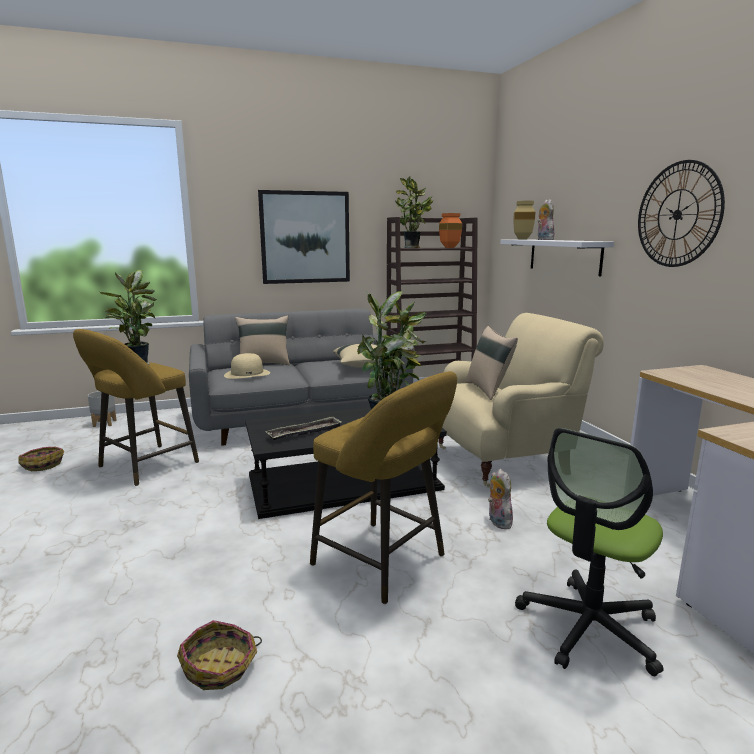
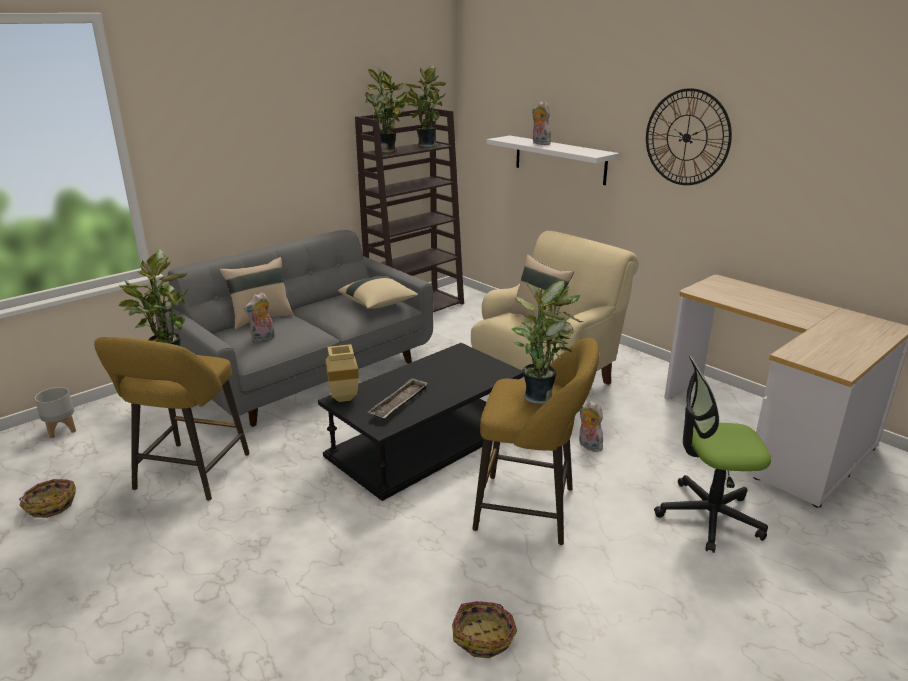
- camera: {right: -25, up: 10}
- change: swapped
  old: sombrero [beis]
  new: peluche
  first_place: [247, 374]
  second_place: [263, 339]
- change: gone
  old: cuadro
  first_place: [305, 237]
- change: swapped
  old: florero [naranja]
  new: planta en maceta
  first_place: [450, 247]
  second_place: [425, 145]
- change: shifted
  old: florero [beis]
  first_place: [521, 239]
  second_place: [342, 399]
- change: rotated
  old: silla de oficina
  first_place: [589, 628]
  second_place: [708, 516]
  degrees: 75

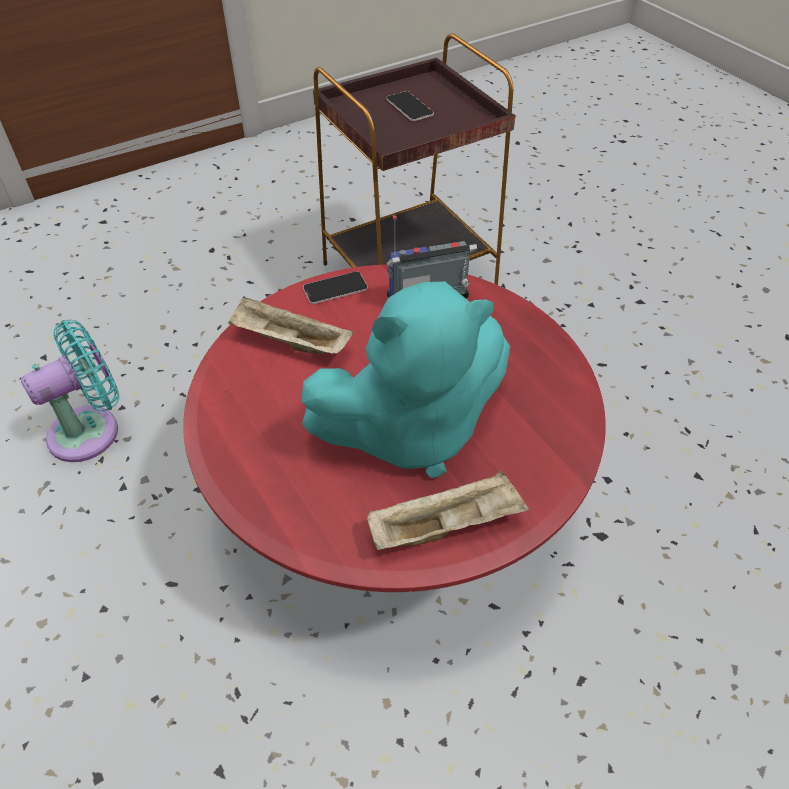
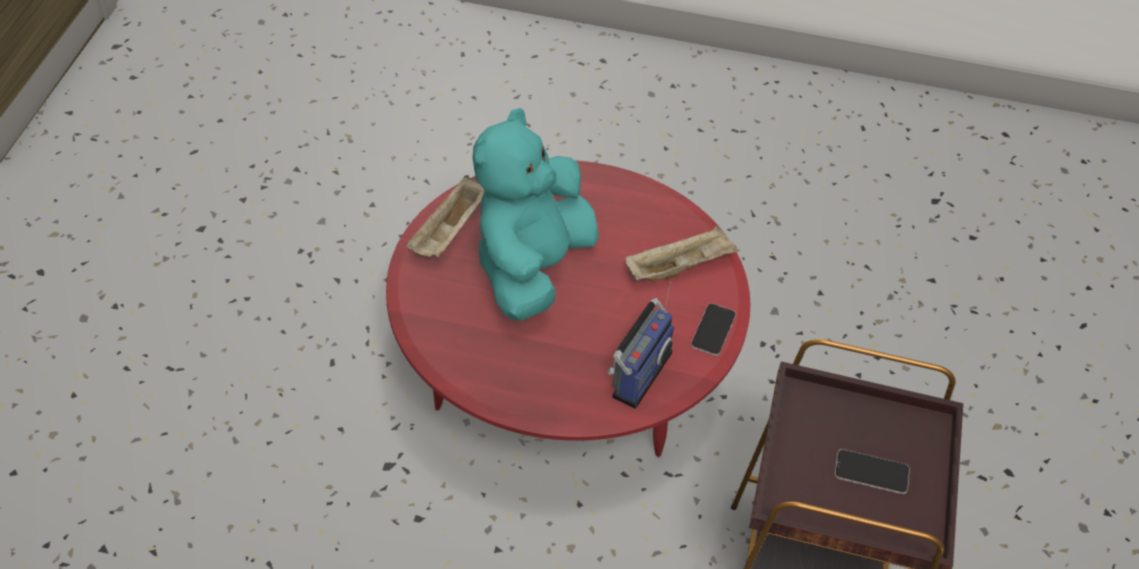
- camera: {right: 130, up: 0}
- change: gone
  old: ventilador [turquesa]
  first_place: [91, 430]

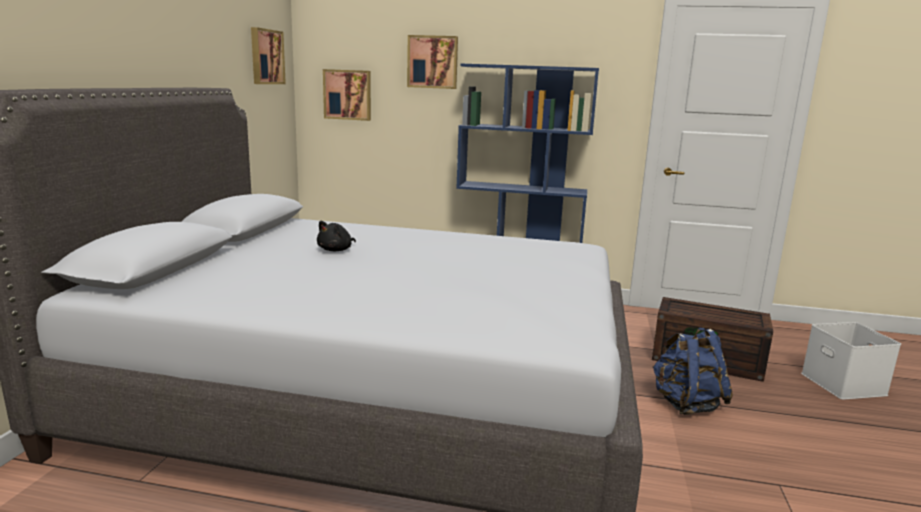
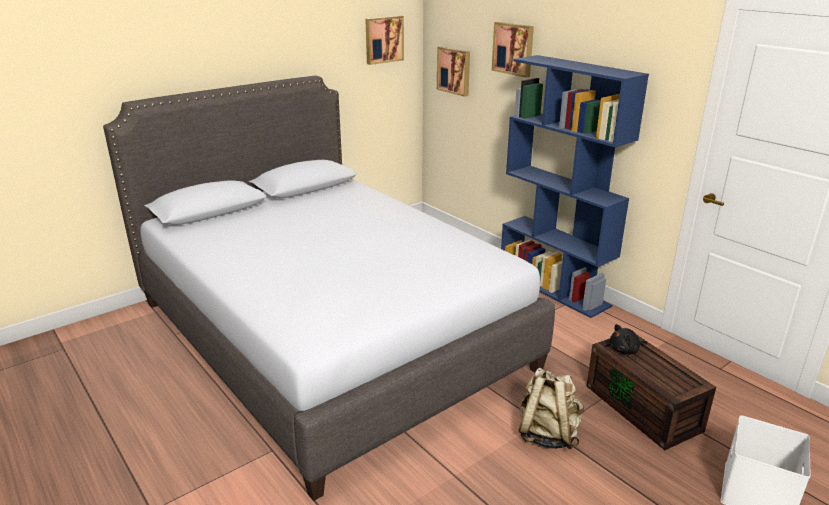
- camera: {right: 40, up: 10}
- change: shifted
  old: peluche [negro]
  first_place: [336, 250]
  second_place: [625, 350]
- change: repainted
  old: mochila [azul]
  new: mochila [beis]
  first_place: [686, 404]
  second_place: [547, 434]

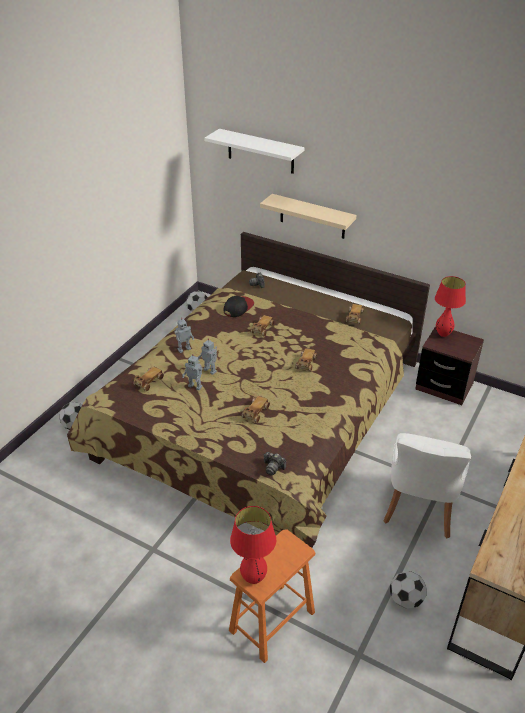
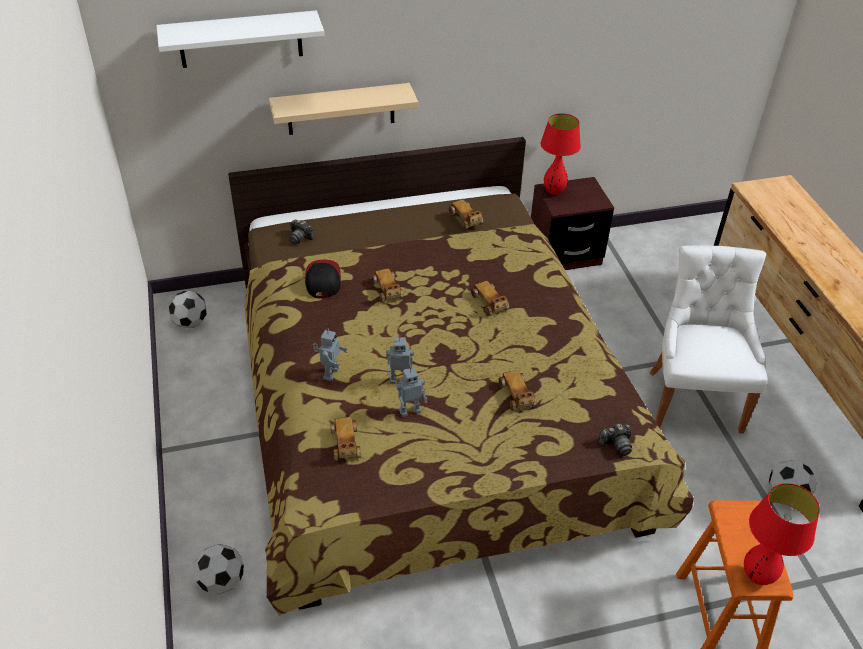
- camera: {right: -45, up: 5}
- change: rotated
  old: silla [blanco]
  first_place: [419, 510]
  second_place: [693, 398]
  degrees: -150

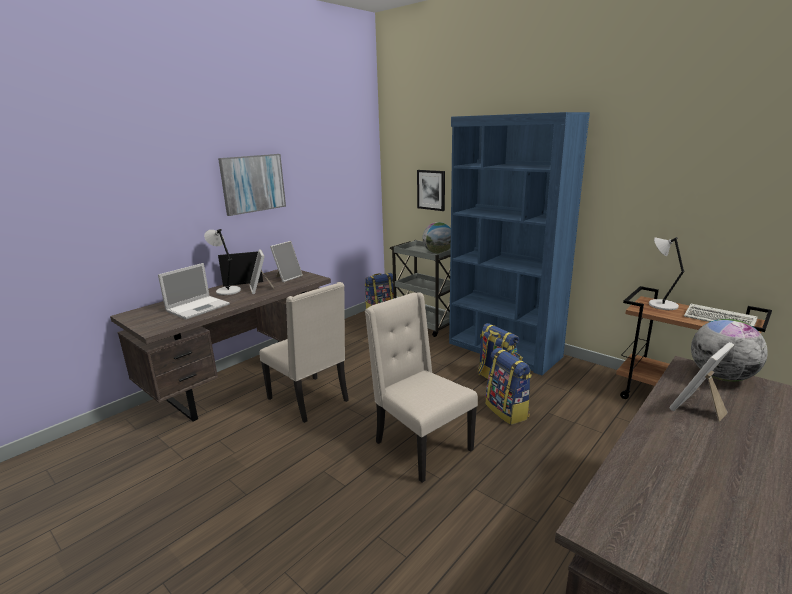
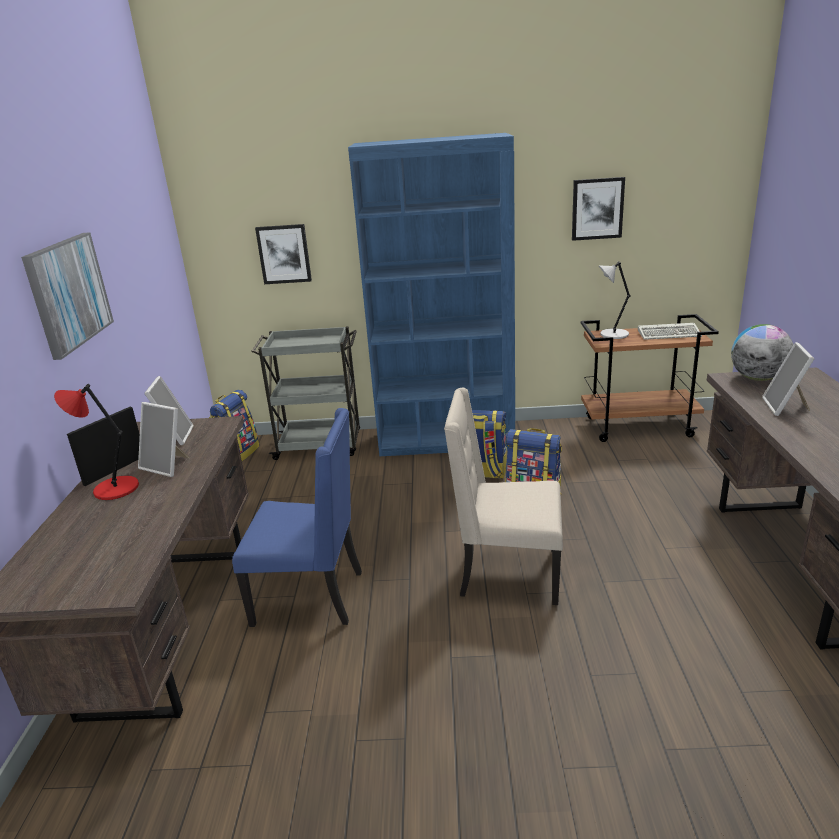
- camera: {right: -40, up: 5}
- change: gone
  old: portátil
  first_place: [199, 307]
- change: repainted
  old: lámpara de mesa [gris]
  new: lámpara de mesa [rojo]
  first_place: [227, 291]
  second_place: [113, 489]
- change: repainted
  old: silla [beis]
  new: silla [azul]
  first_place: [310, 400]
  second_place: [312, 597]
- change: gone
  old: globo terráqueo
  first_place: [438, 252]
- change: new
  new: cuadro
  second_place: [597, 208]

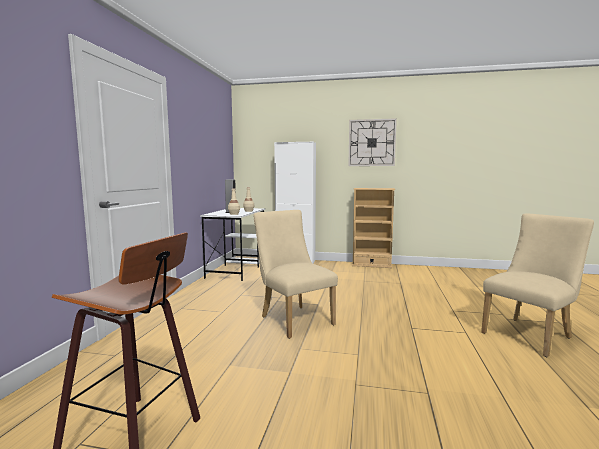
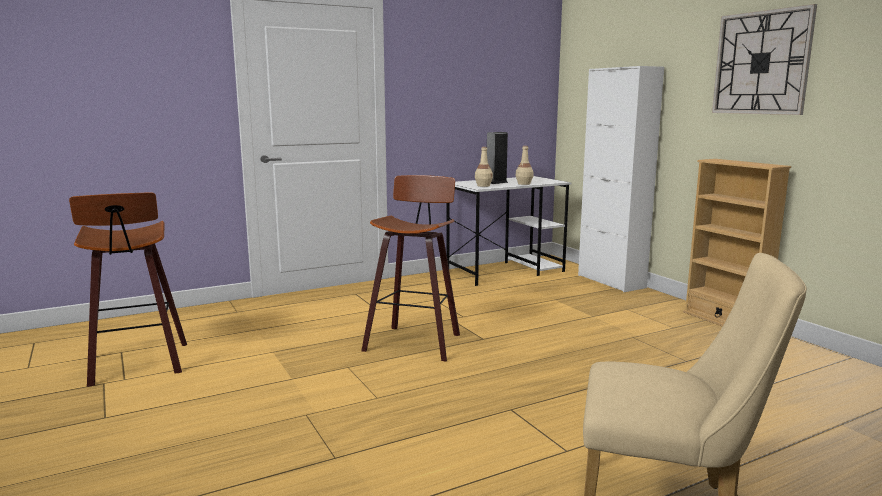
- camera: {right: 50, up: 5}
- change: swapped
  old: silla [beis]
  new: taburete
  first_place: [293, 319]
  second_place: [415, 341]

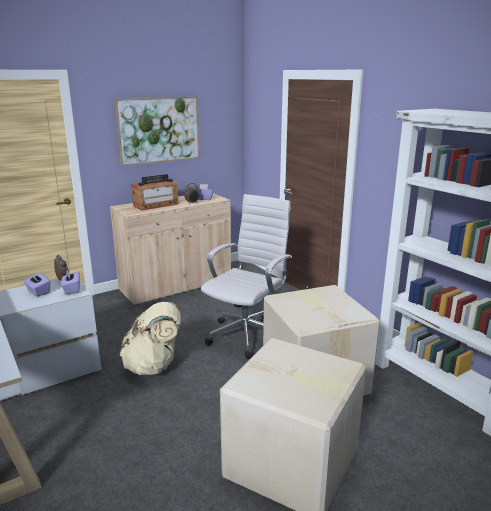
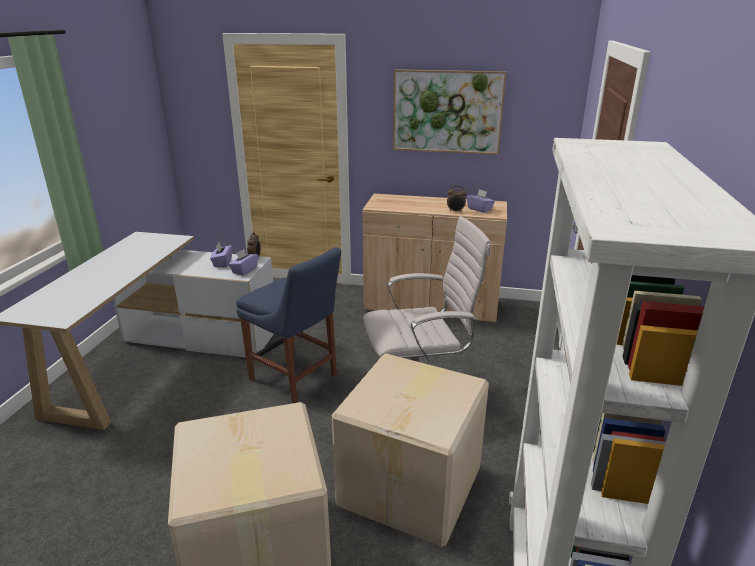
- camera: {right: 45, up: 5}
- change: swapped
  old: mochila [beis]
  new: silla [azul]
  first_place: [154, 366]
  second_place: [296, 379]
- change: gone
  old: radio
  first_place: [156, 205]

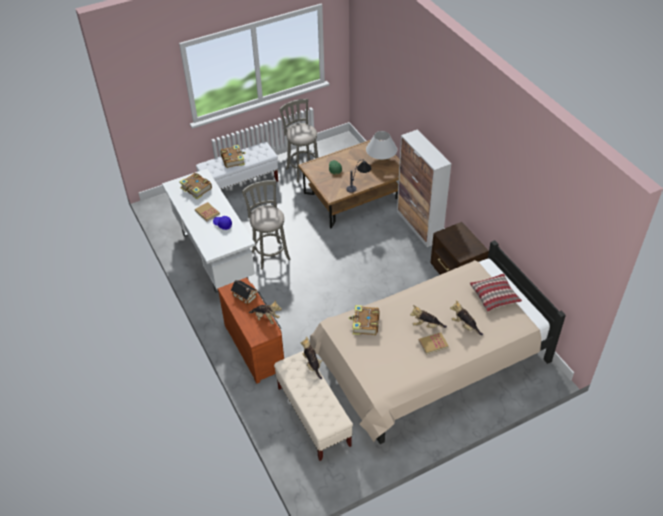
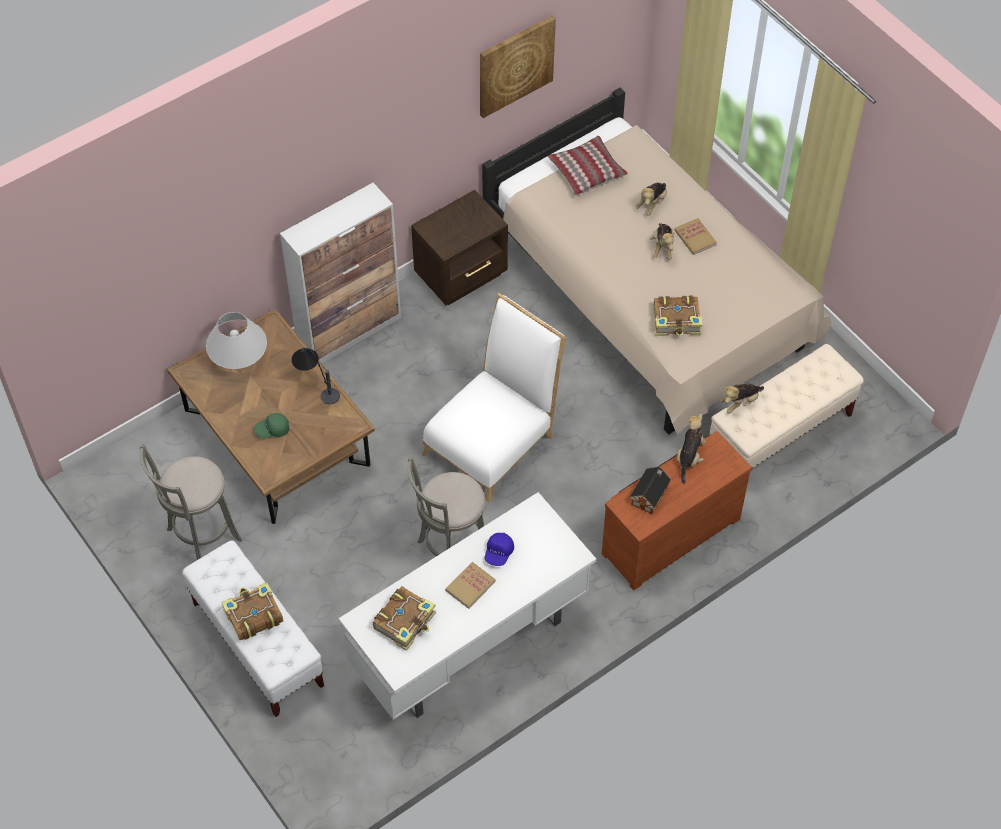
- camera: {right: -100, up: 10}
- change: new
  new: silla [blanco]
  second_place: [494, 439]
- change: new
  new: cuadro
  second_place: [515, 65]

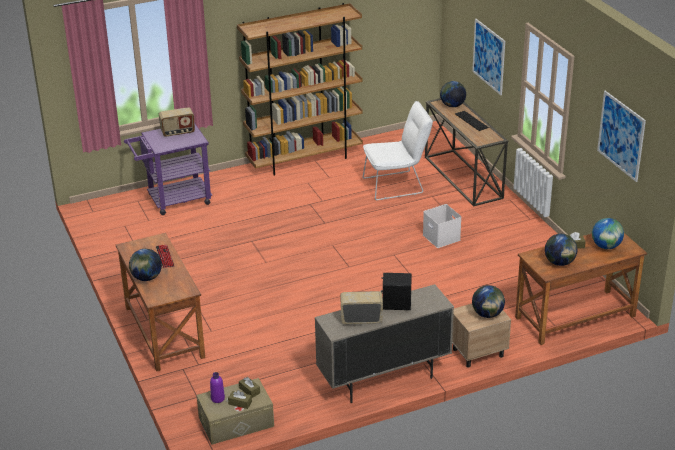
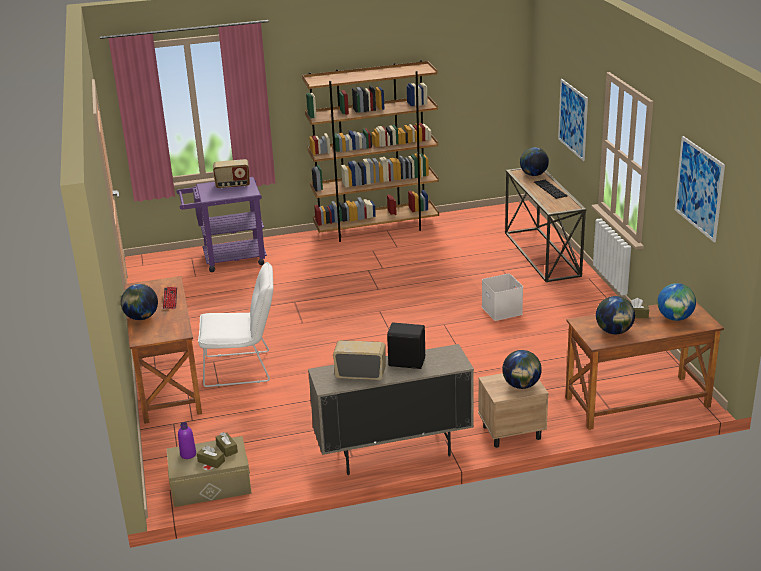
- camera: {right: 10, up: -5}
- change: shifted
  old: silla [blanco]
  first_place: [397, 185]
  second_place: [243, 368]

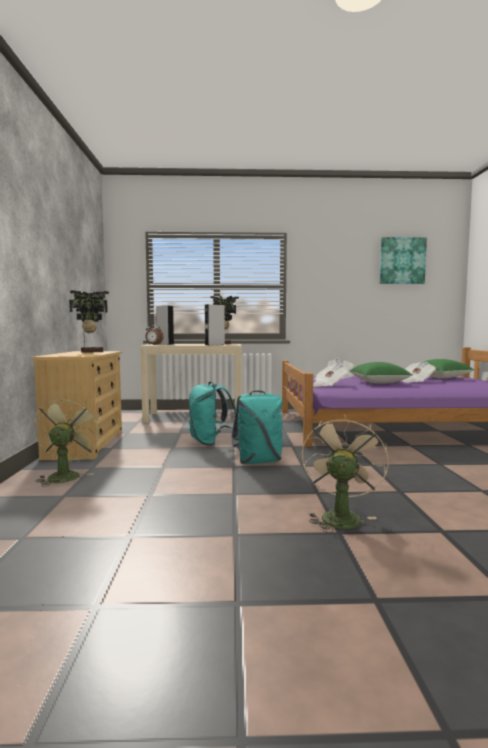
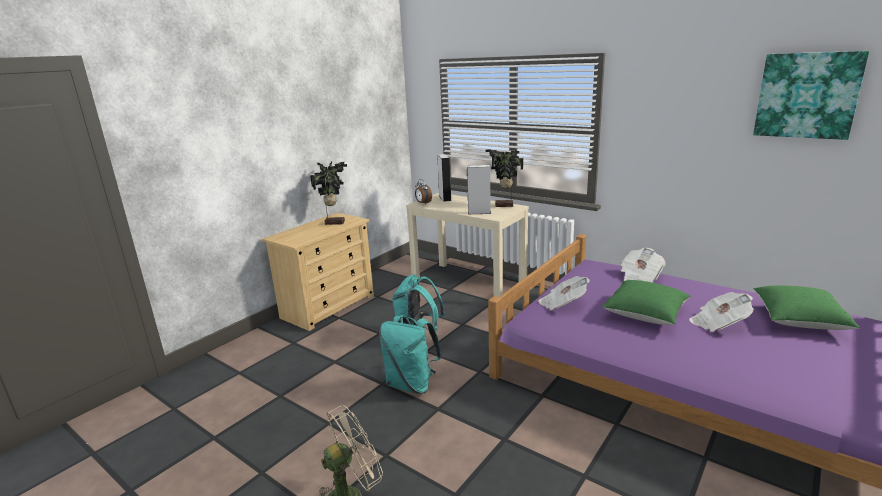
- camera: {right: 40, up: 15}
- change: gone
  old: ventilador [verde]
  first_place: [65, 475]

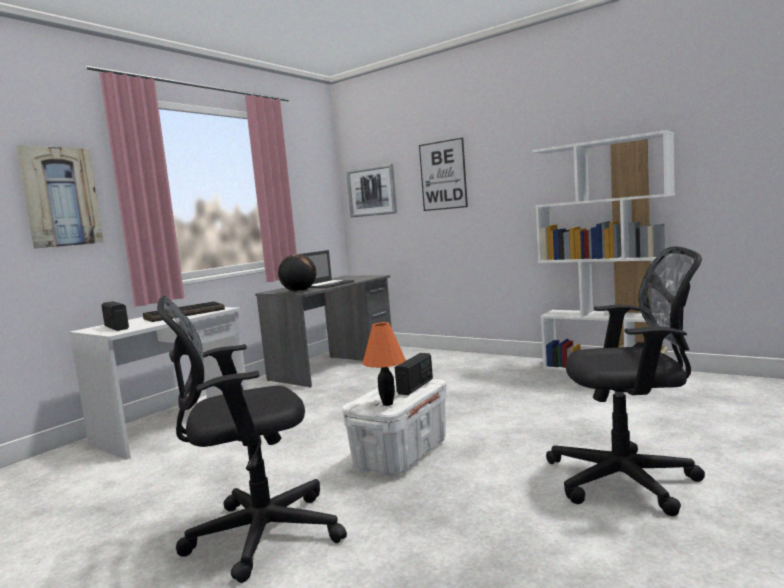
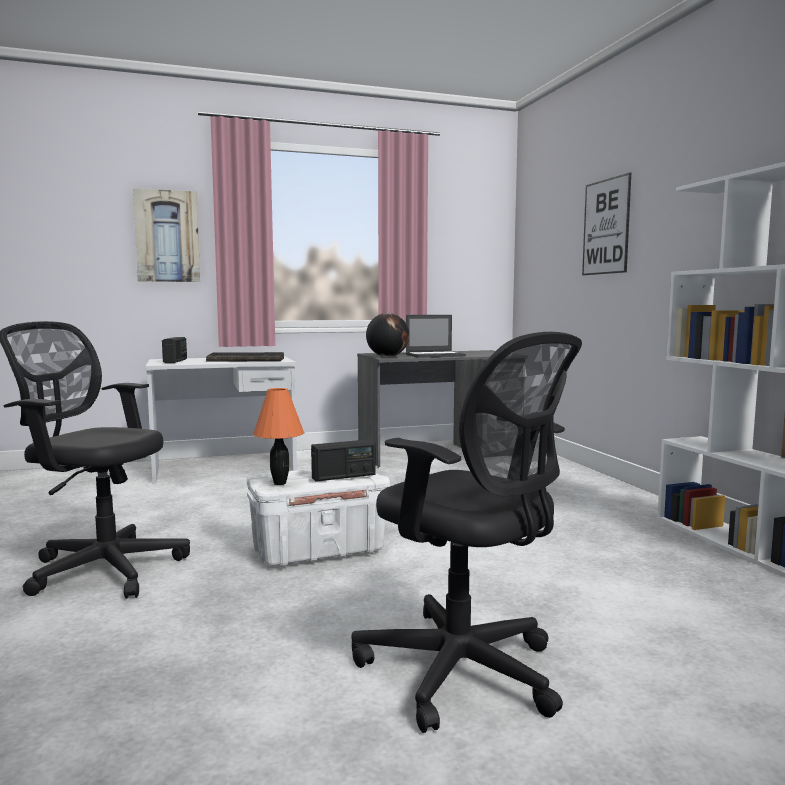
- camera: {right: 35, up: 0}
- change: gone
  old: cuadro
  first_place: [371, 191]

